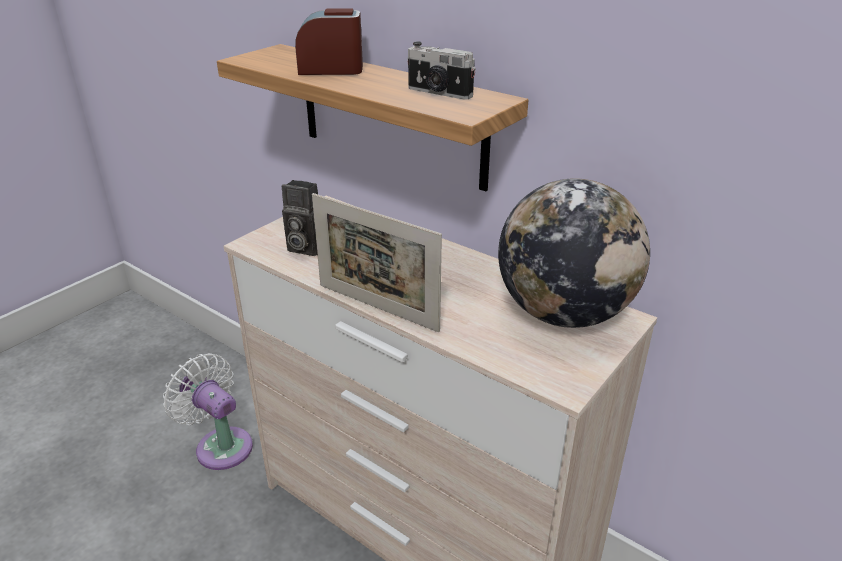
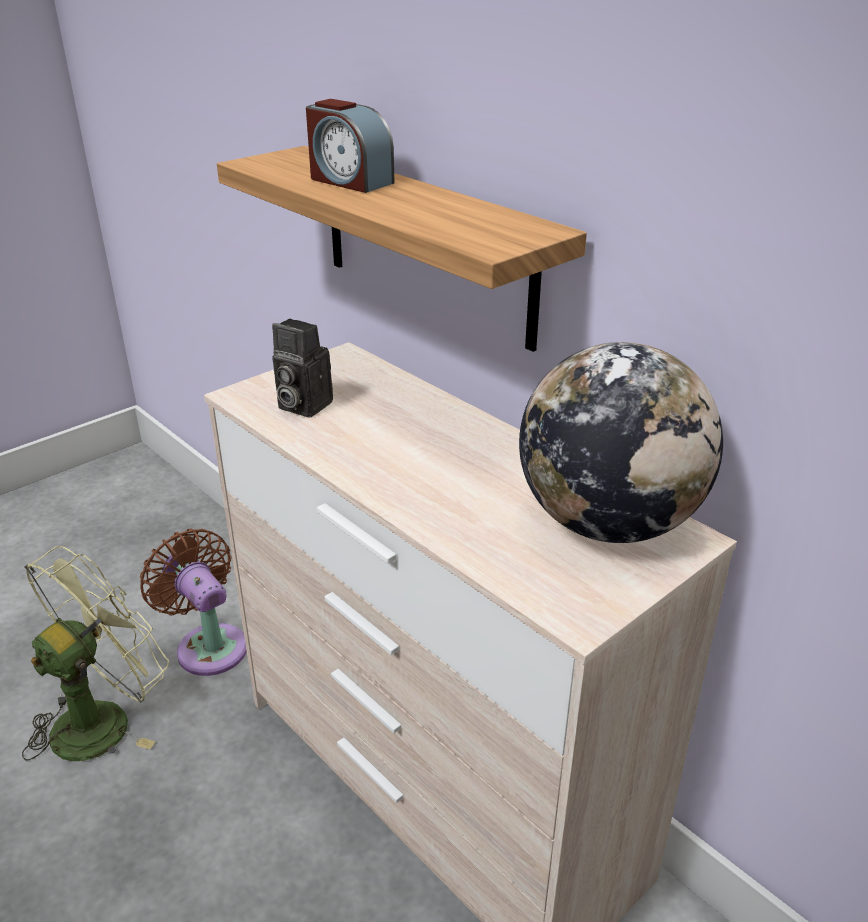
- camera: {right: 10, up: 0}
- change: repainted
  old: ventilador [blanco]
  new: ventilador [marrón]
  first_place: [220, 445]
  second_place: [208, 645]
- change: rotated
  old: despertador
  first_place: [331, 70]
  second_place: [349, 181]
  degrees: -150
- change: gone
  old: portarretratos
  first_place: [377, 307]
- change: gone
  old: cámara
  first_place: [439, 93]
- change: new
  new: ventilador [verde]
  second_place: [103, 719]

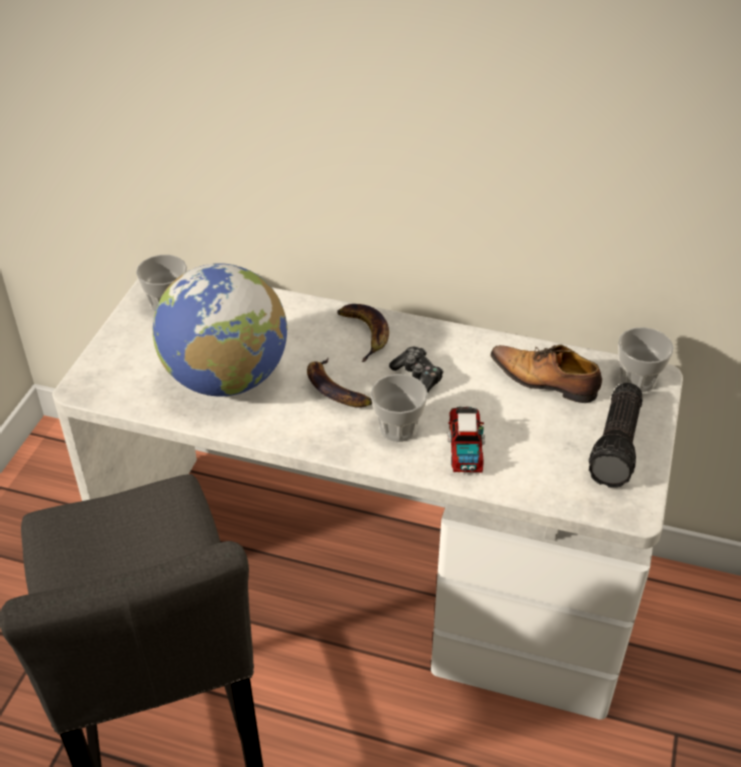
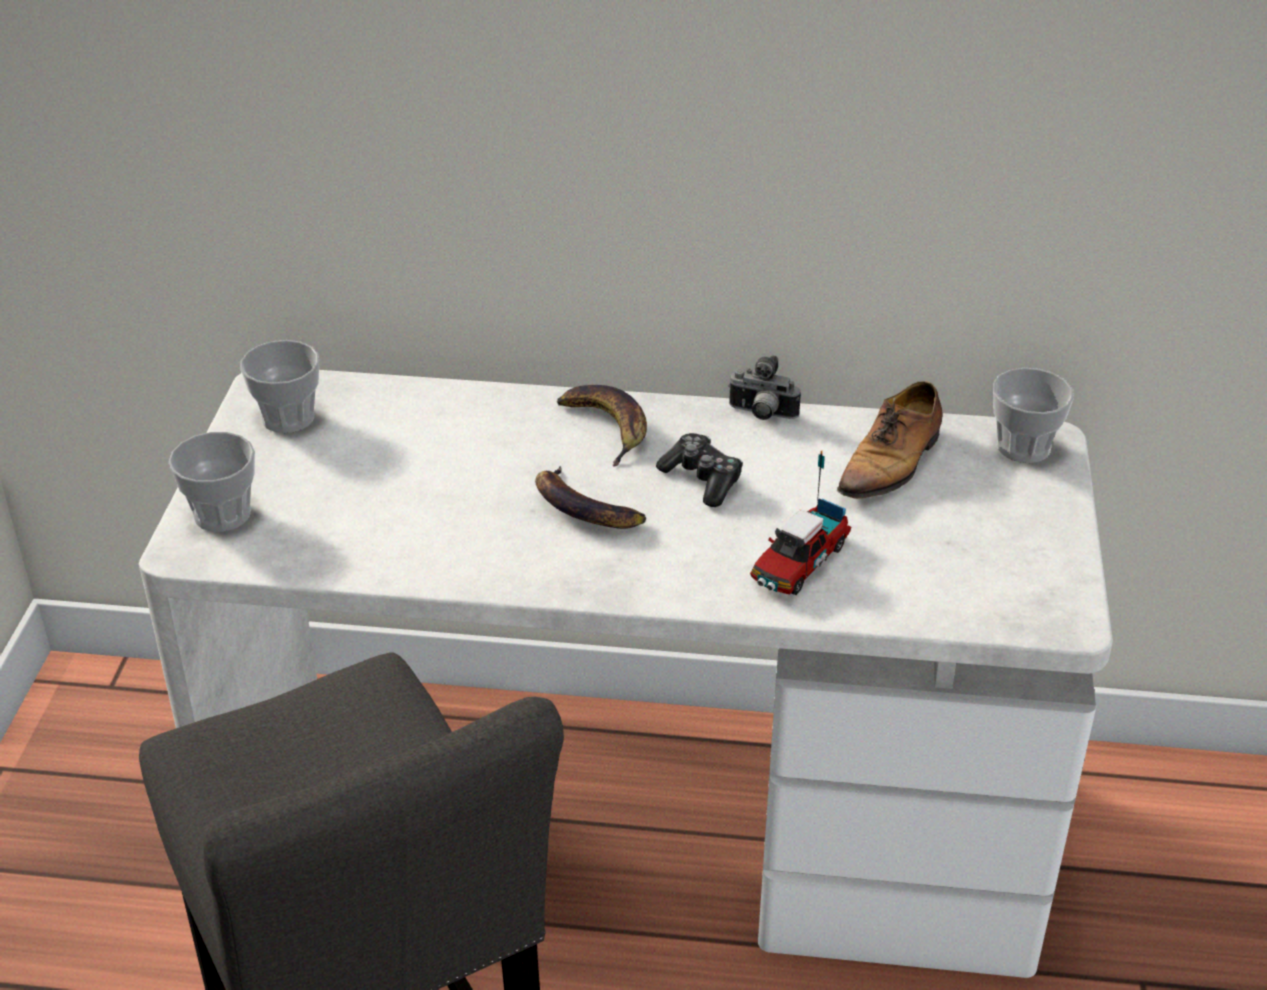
- camera: {right: -10, up: -5}
- change: gone
  old: globo terráqueo
  first_place: [226, 379]
- change: shifted
  old: taza
  first_place: [398, 428]
  second_place: [222, 514]
- change: rotated
  old: camión de juguete
  first_place: [465, 446]
  second_place: [799, 563]
  degrees: -135
- change: rotated
  old: zapato
  first_place: [545, 381]
  second_place: [891, 463]
  degrees: -75
- change: gone
  old: linterna
  first_place: [618, 446]
- change: new
  new: cámara
  second_place: [761, 415]

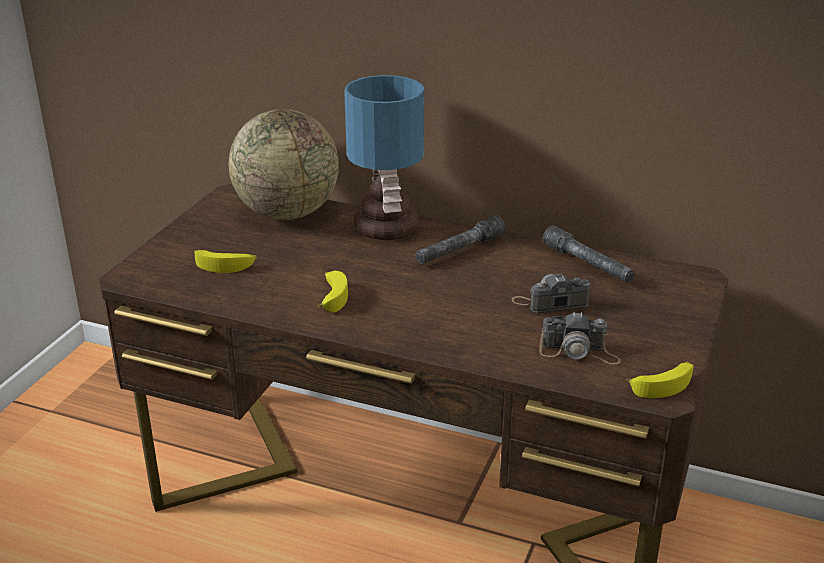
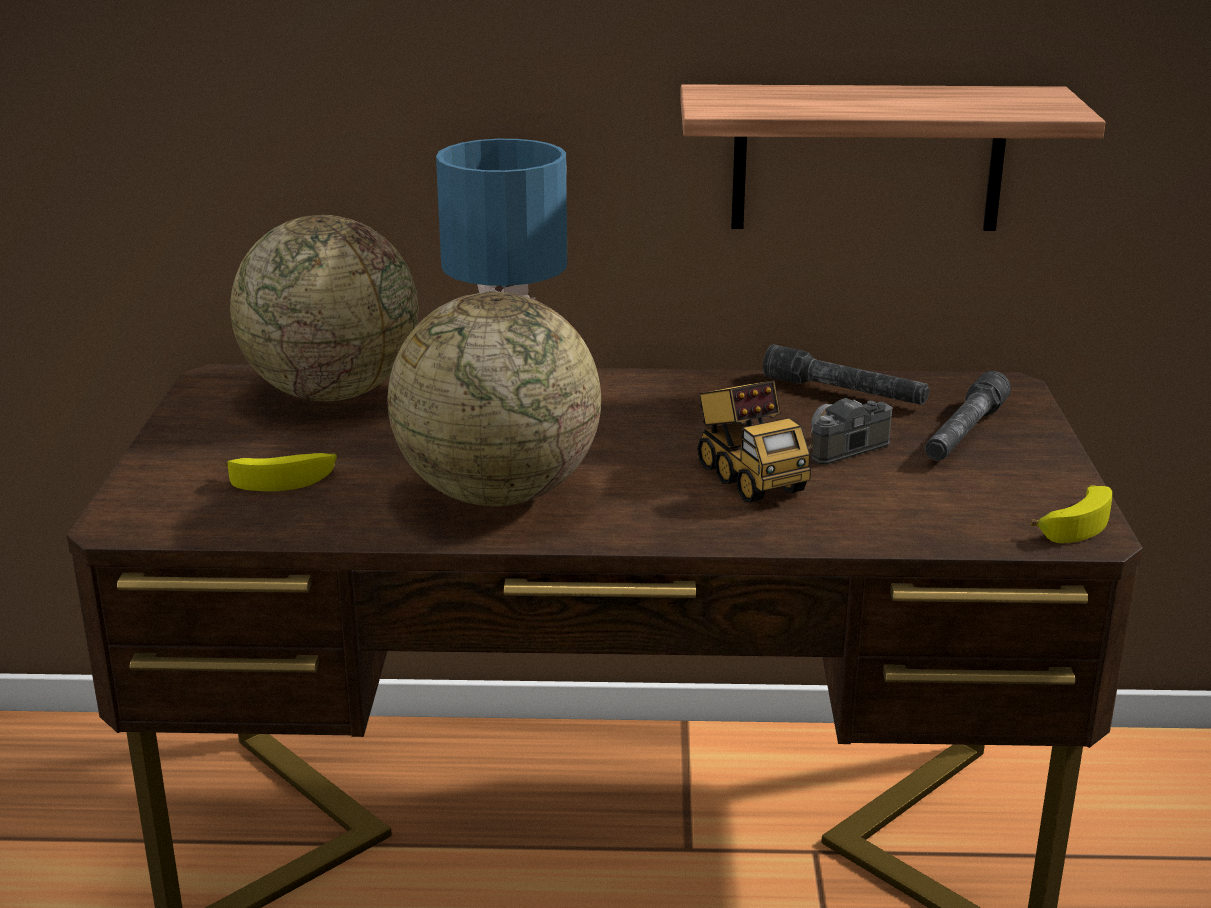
- camera: {right: -20, up: -5}
- change: swapped
  old: plátano
  new: globo terráqueo
  first_place: [331, 296]
  second_place: [497, 493]
- change: shifted
  old: linterna [gris]
  first_place: [459, 250]
  second_place: [964, 433]
- change: gone
  old: cámara
  first_place: [579, 352]
- change: new
  new: estante
  second_place: [867, 158]
- change: new
  new: camión de juguete
  second_place: [748, 478]

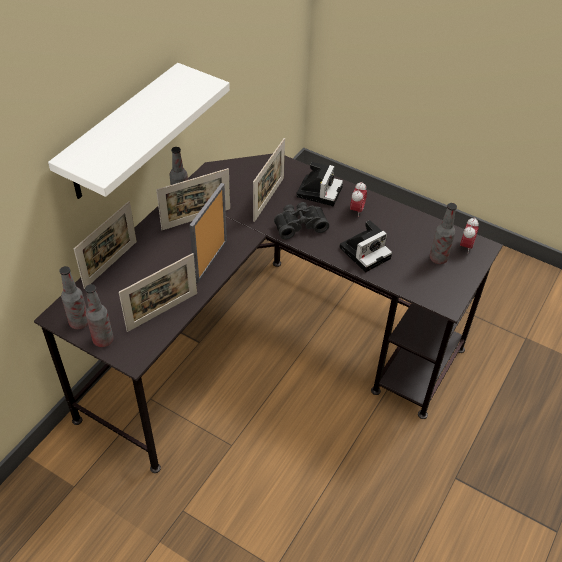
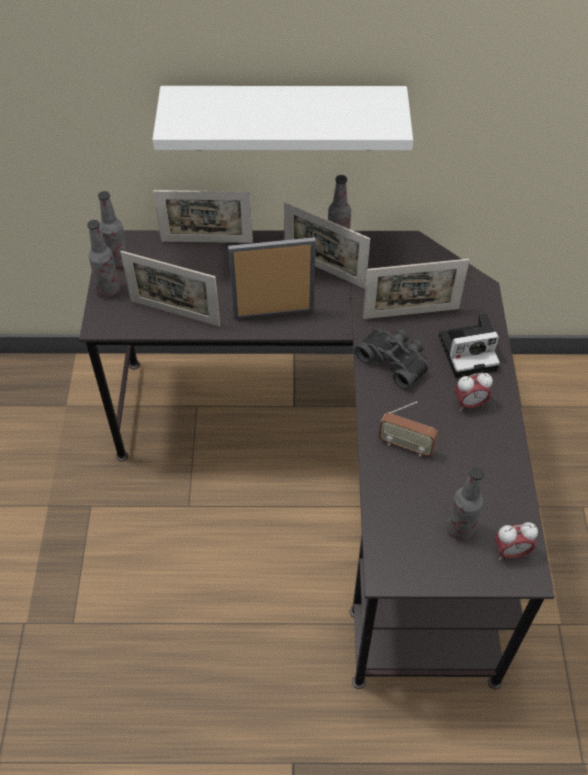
- camera: {right: 60, up: 5}
- change: swapped
  old: cámara
  new: radio
  first_place: [366, 251]
  second_place: [406, 445]

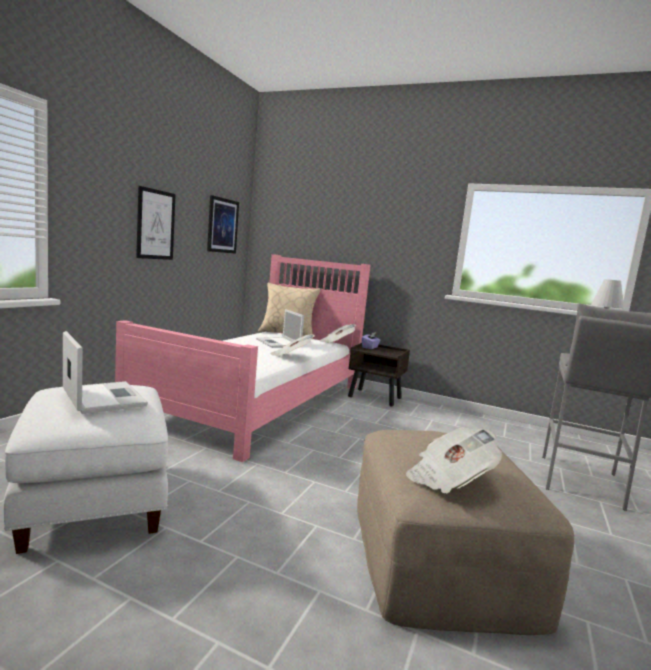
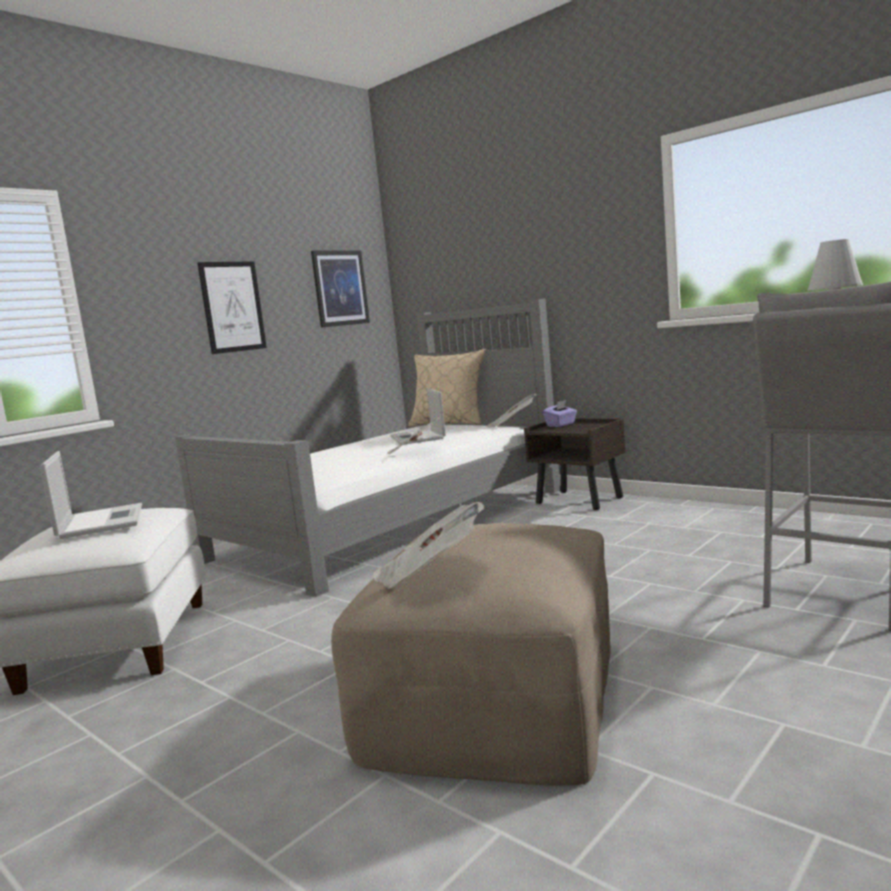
- camera: {right: 20, up: 0}
- change: repainted
  old: cama [rosa]
  new: cama [gris]
  first_place: [258, 401]
  second_place: [395, 522]

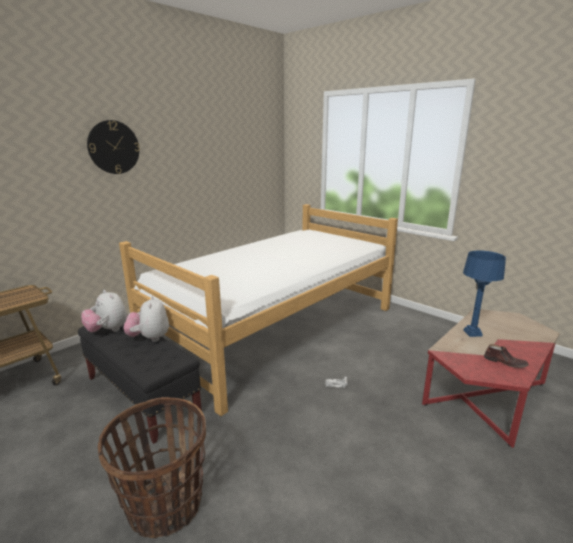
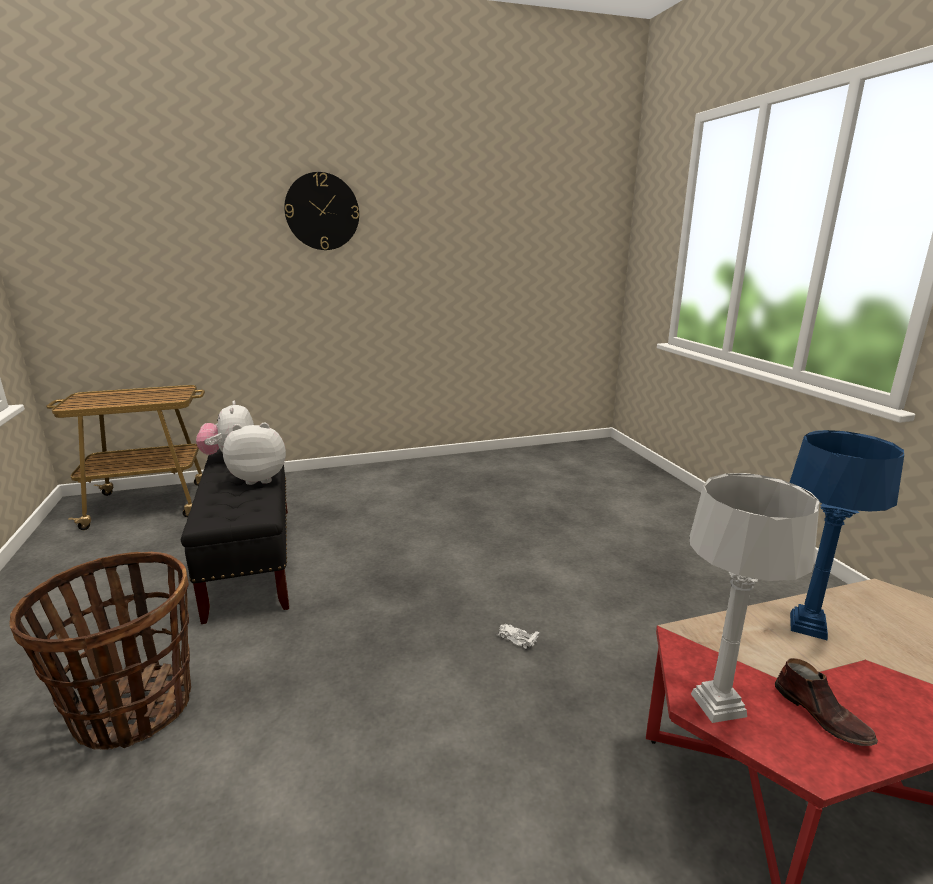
- camera: {right: 30, up: 0}
- change: gone
  old: cama
  first_place: [276, 328]
- change: rotated
  old: peluche
  first_place: [149, 338]
  second_place: [259, 478]
  degrees: 60
- change: new
  new: lámpara de mesa [gris]
  second_place: [718, 705]

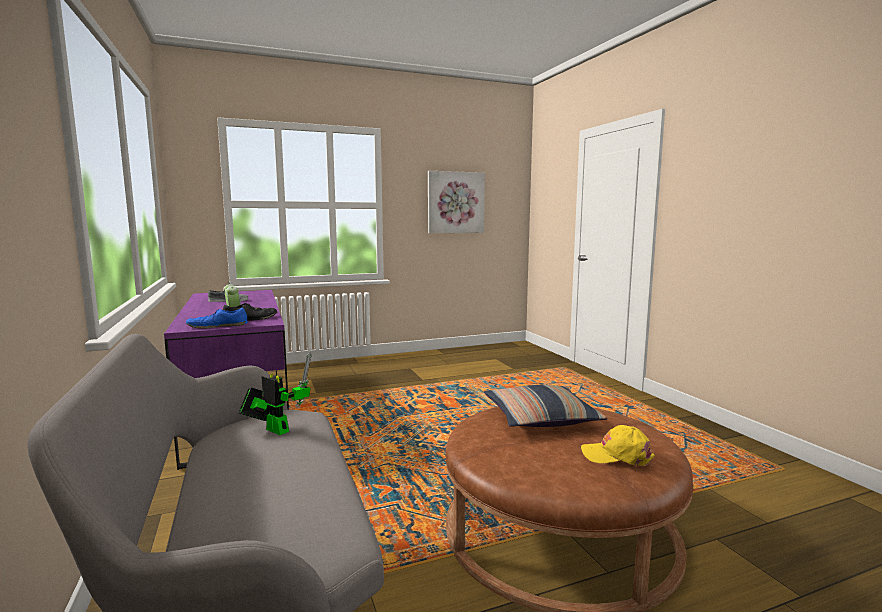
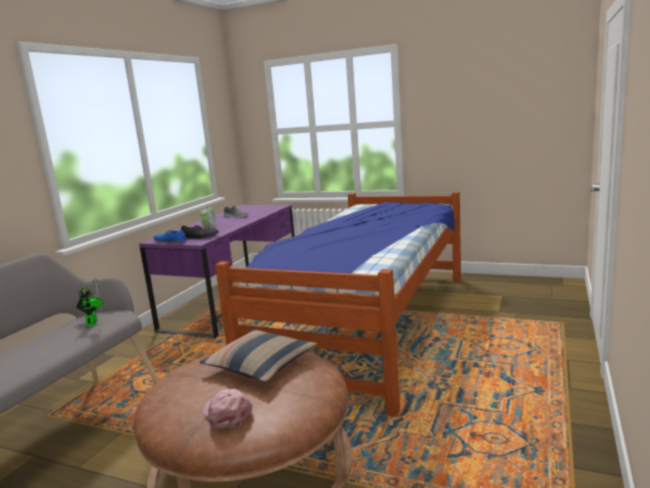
- camera: {right: 45, up: 5}
- change: gone
  old: cuadro
  first_place: [455, 202]
- change: repainted
  old: gorra [amarillo]
  new: gorra [rosa]
  first_place: [616, 455]
  second_place: [226, 413]
- change: new
  new: cama
  second_place: [368, 323]

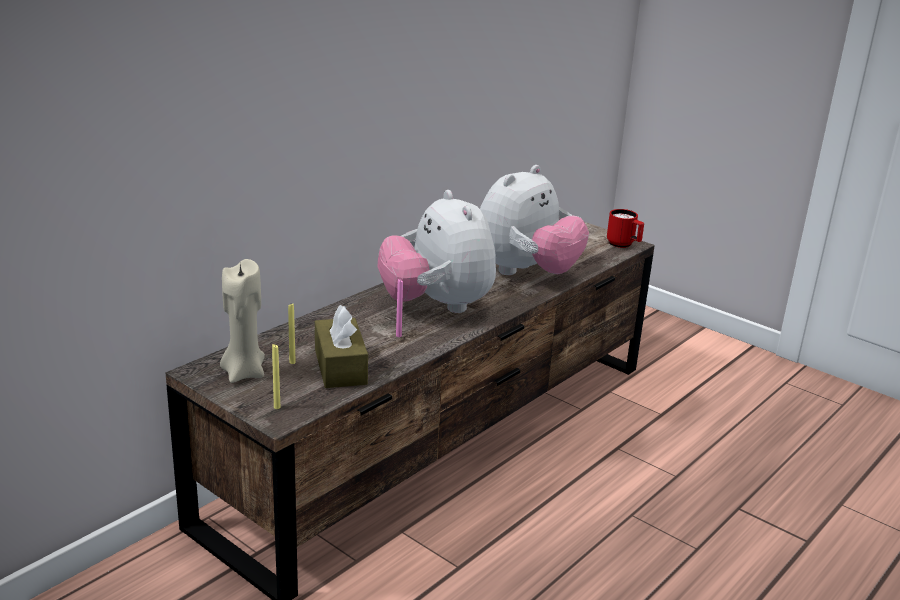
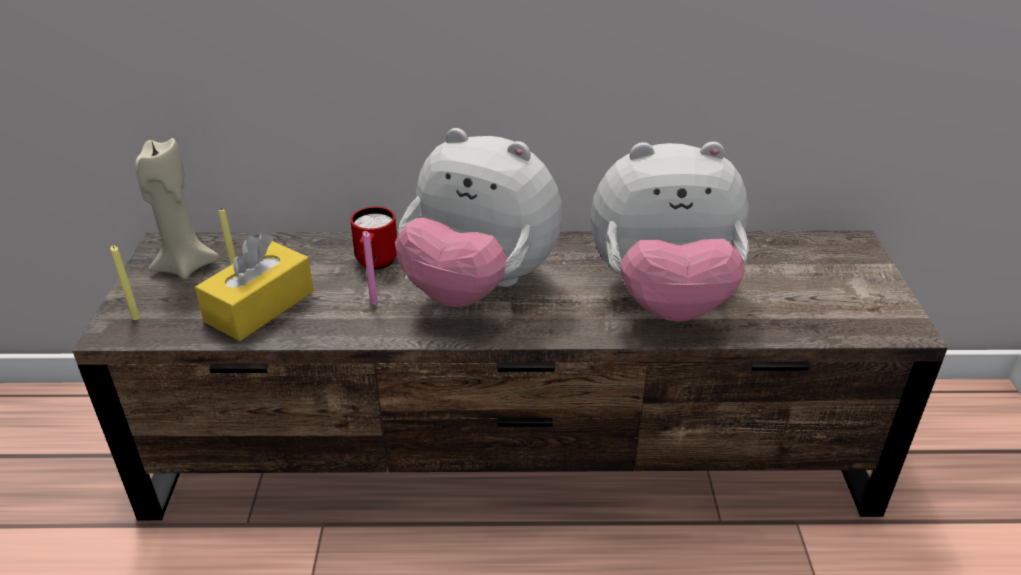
- camera: {right: 50, up: 10}
- change: repainted
  old: caja de pañuelos [marrón]
  new: caja de pañuelos [amarillo]
  first_place: [340, 366]
  second_place: [260, 306]
- change: rotated
  old: peluche
  first_place: [437, 306]
  second_place: [479, 287]
  degrees: -90
- change: shifted
  old: taza grande [rojo]
  first_place: [623, 245]
  second_place: [375, 264]

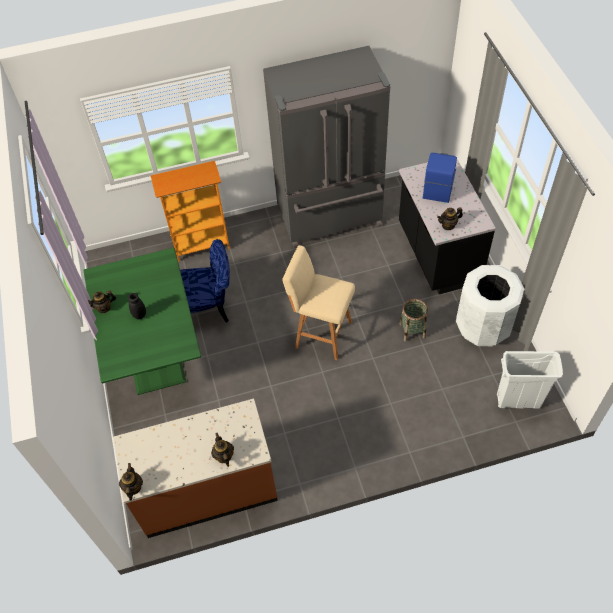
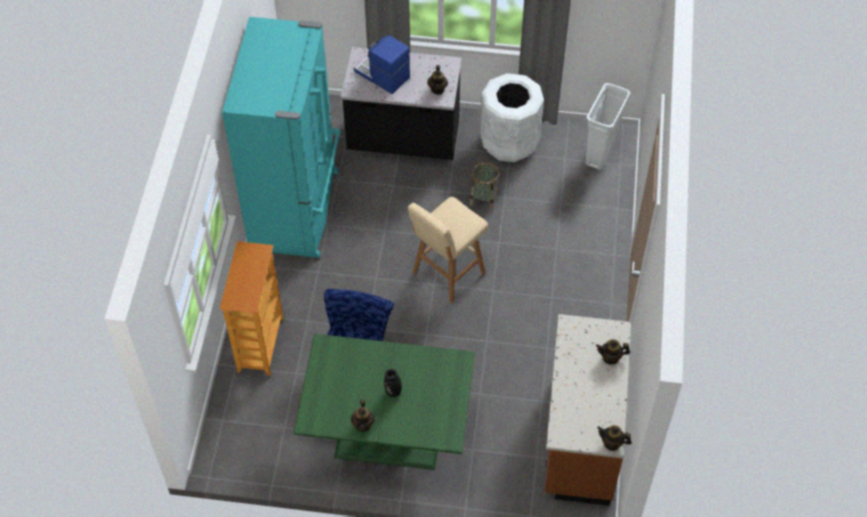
- camera: {right: -70, up: 0}
- change: repainted
  old: nevera [gris]
  new: nevera [turquesa]
  first_place: [330, 217]
  second_place: [297, 209]

